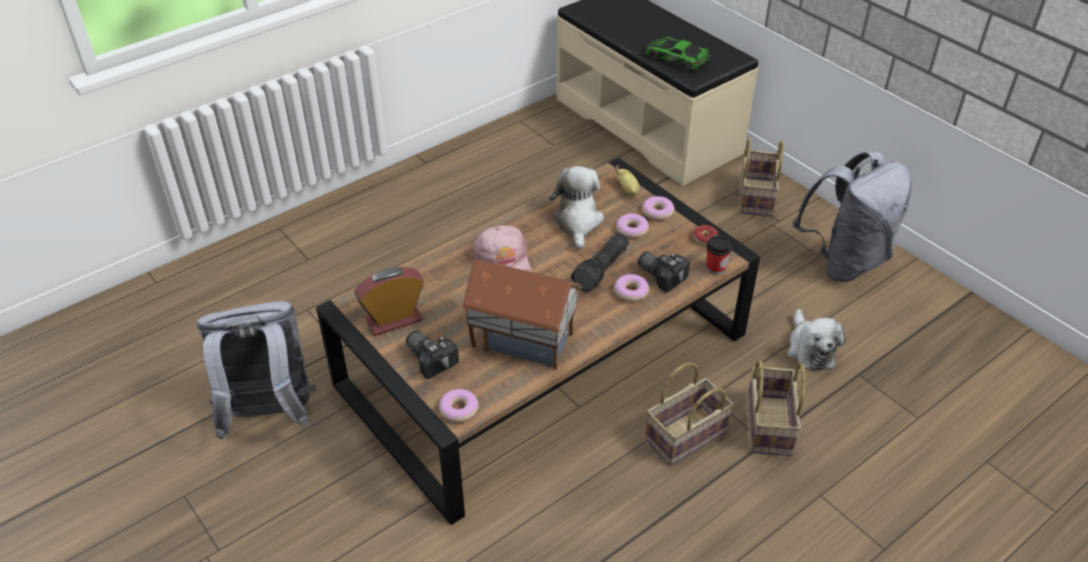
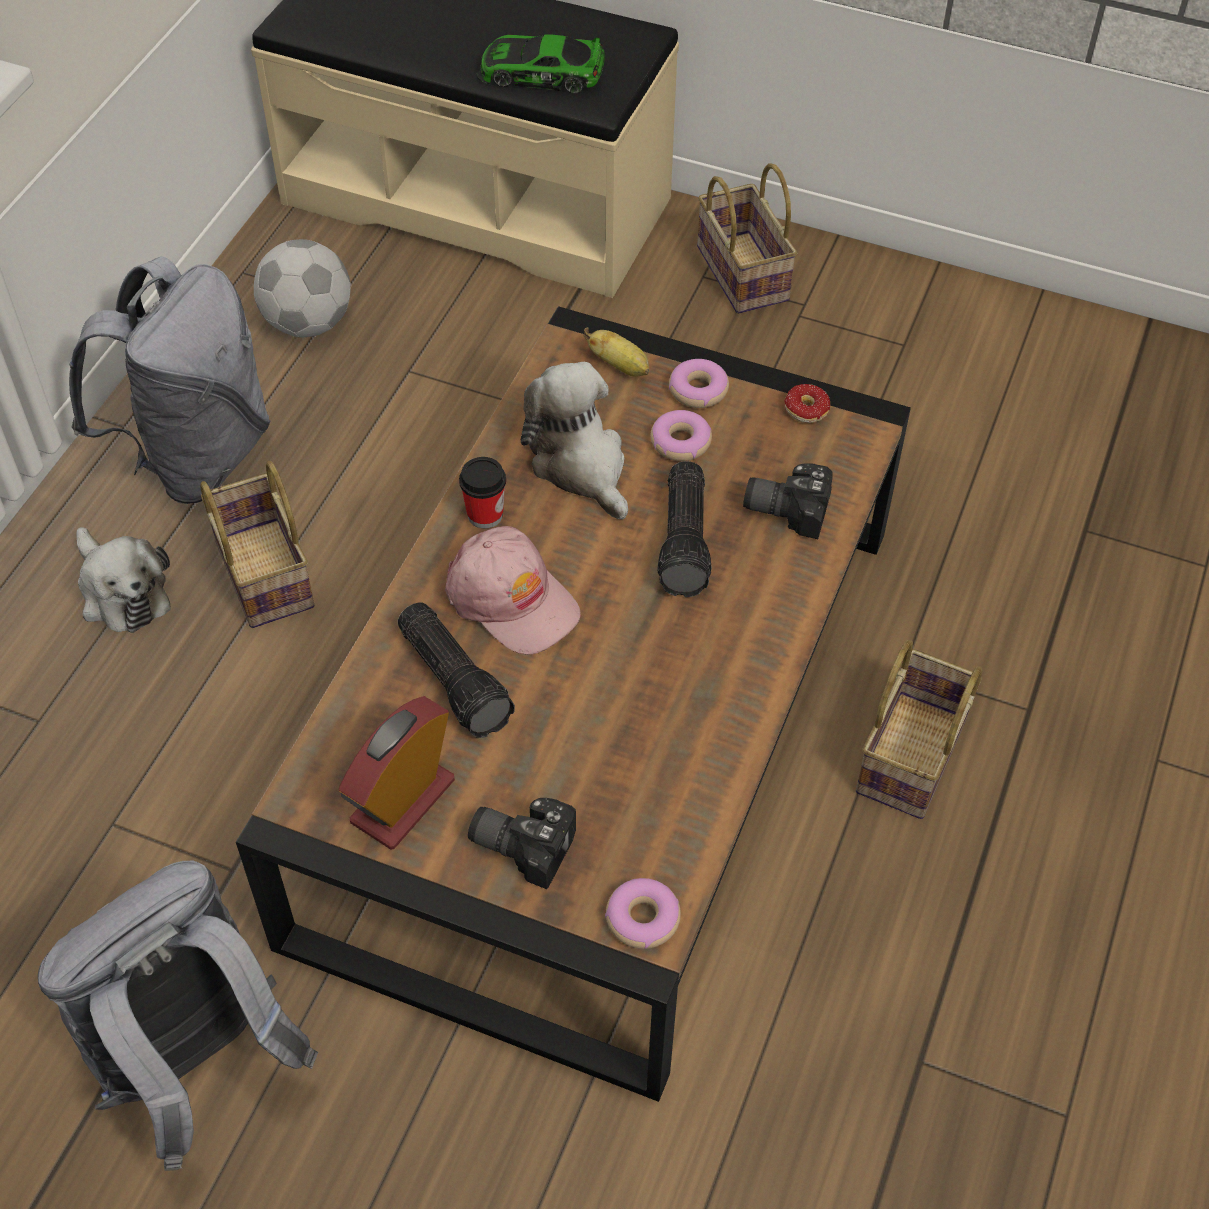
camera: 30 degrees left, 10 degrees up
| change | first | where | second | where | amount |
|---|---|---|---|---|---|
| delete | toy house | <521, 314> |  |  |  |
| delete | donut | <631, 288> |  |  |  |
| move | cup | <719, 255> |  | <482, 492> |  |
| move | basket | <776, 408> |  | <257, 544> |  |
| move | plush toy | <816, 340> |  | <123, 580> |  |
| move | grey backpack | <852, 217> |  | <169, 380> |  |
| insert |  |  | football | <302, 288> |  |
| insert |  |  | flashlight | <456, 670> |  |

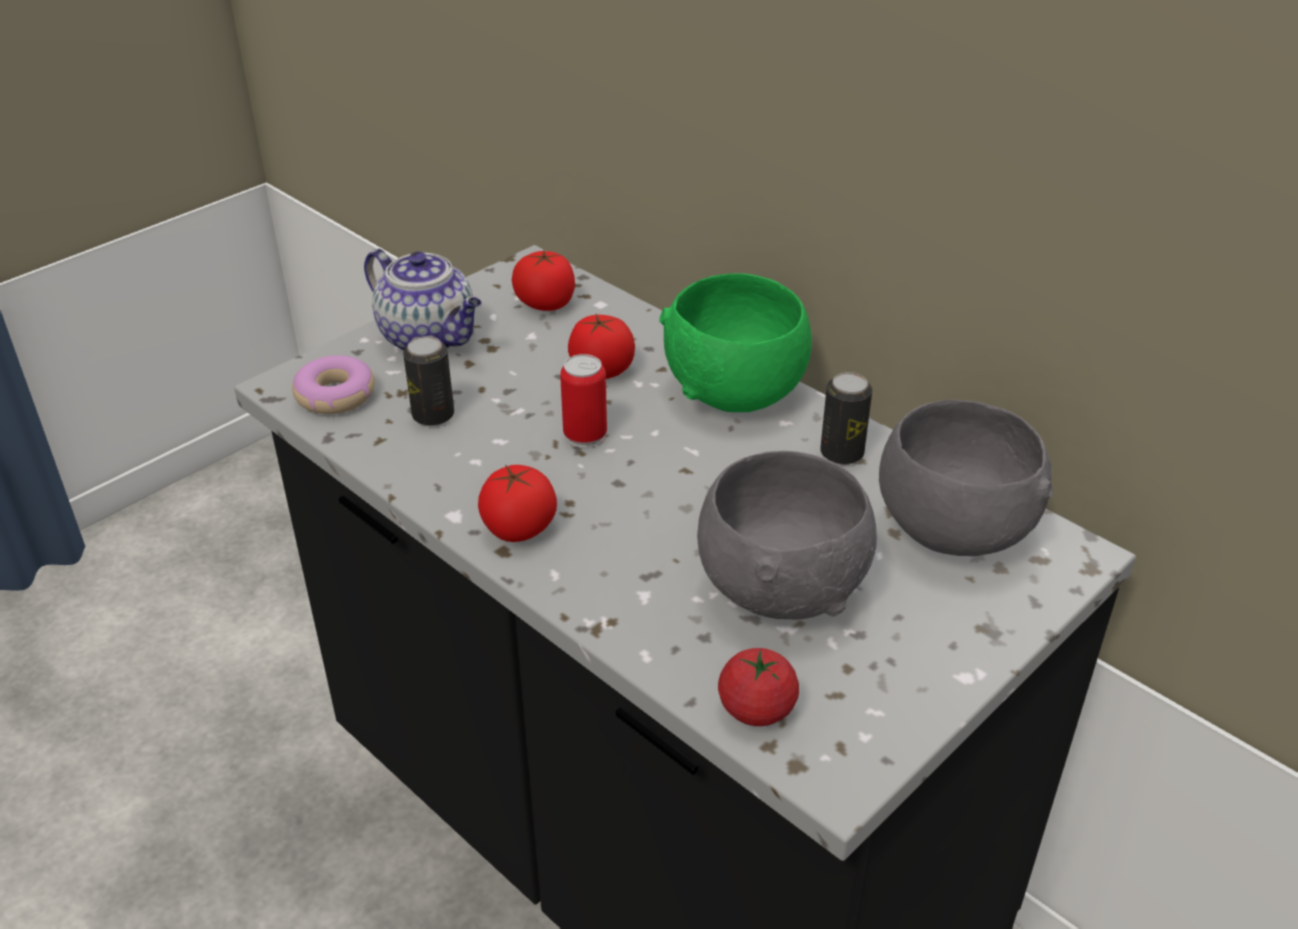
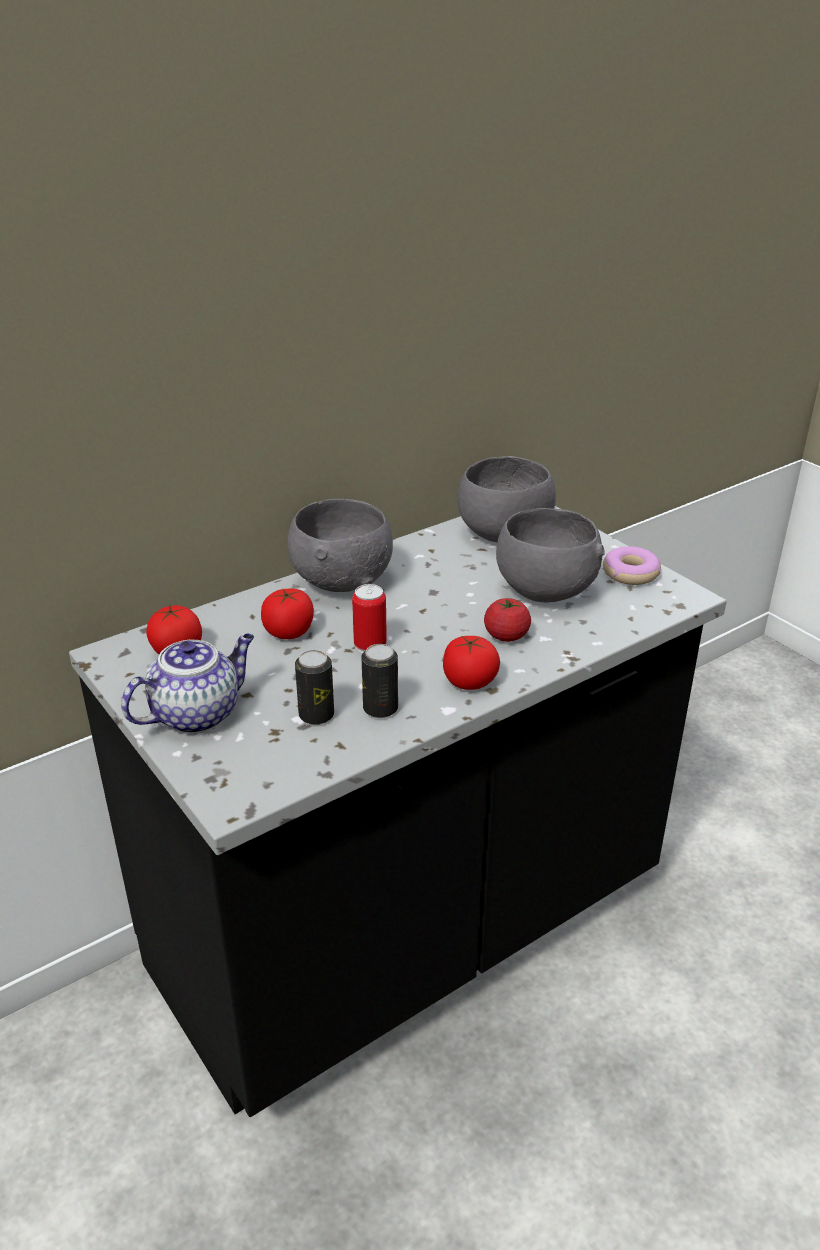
camera: 80 degrees left, 5 degrees down
| change | first | where | second | where | amount |
|---|---|---|---|---|---|
| move | donut | <333, 384> |  | <632, 565> |  |
| recolor | green bowl | <735, 342> | grey bowl | <340, 545> |  |
| move | tomato | <758, 687> |  | <507, 620> |  |
| move | can | <846, 418> |  | <380, 681> |  |

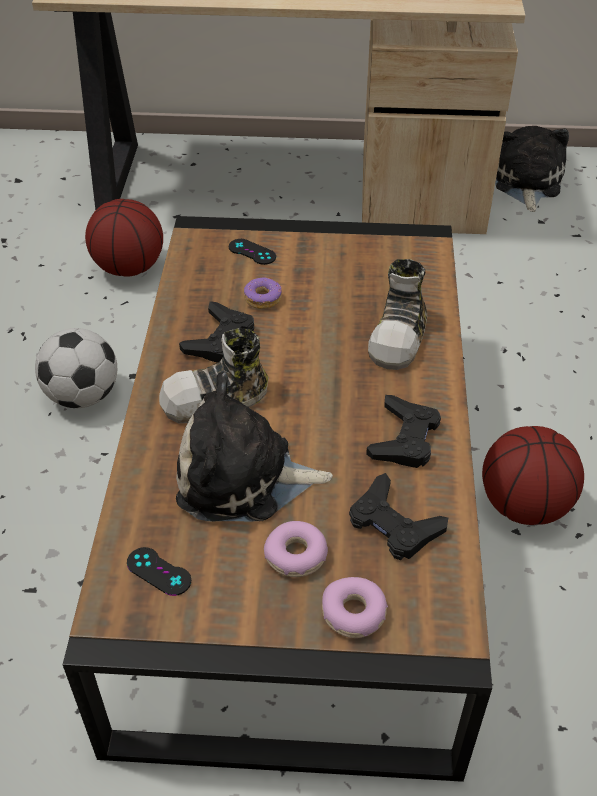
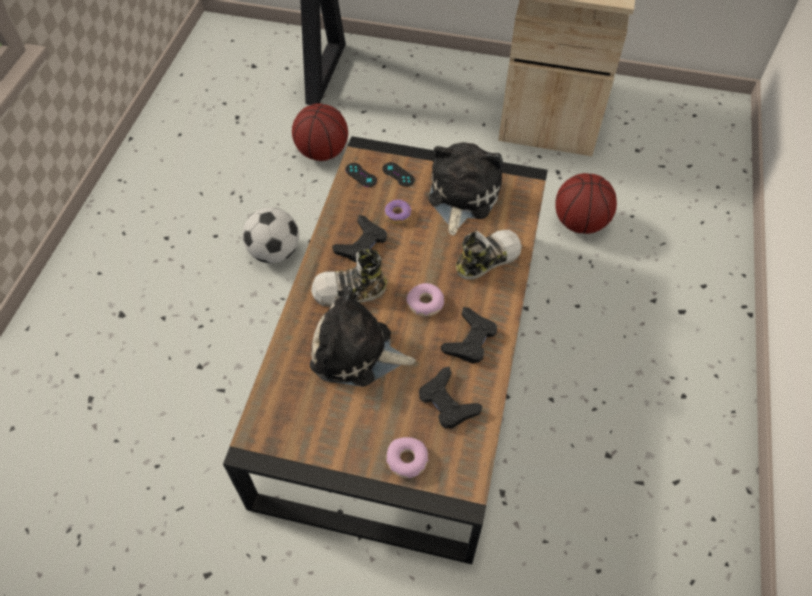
camera: 10 degrees right, 10 degrees up
| change | first | where | second | where | amount |
|---|---|---|---|---|---|
| move | black game controller | <159, 571> |  | <361, 175> |  |
| move | donut | <296, 549> |  | <425, 299> |  |
| rotate | shoe | <397, 314> |  | <489, 255> | 150 degrees counterclockwise |
| move | basketball | <533, 475> |  | <586, 203> |  |
| move | plush toy | <532, 169> |  | <465, 188> |  |

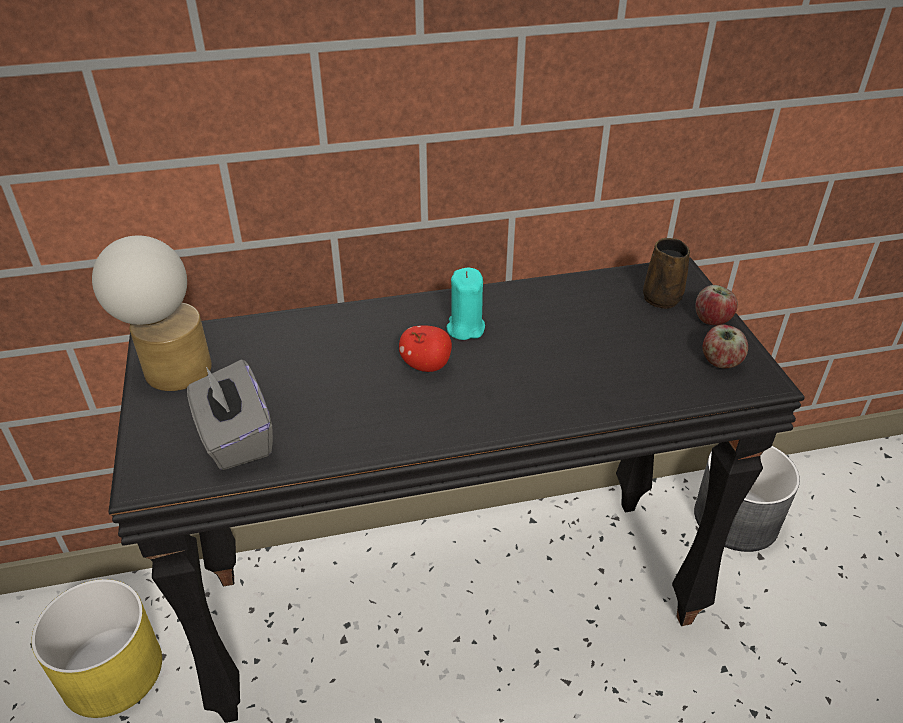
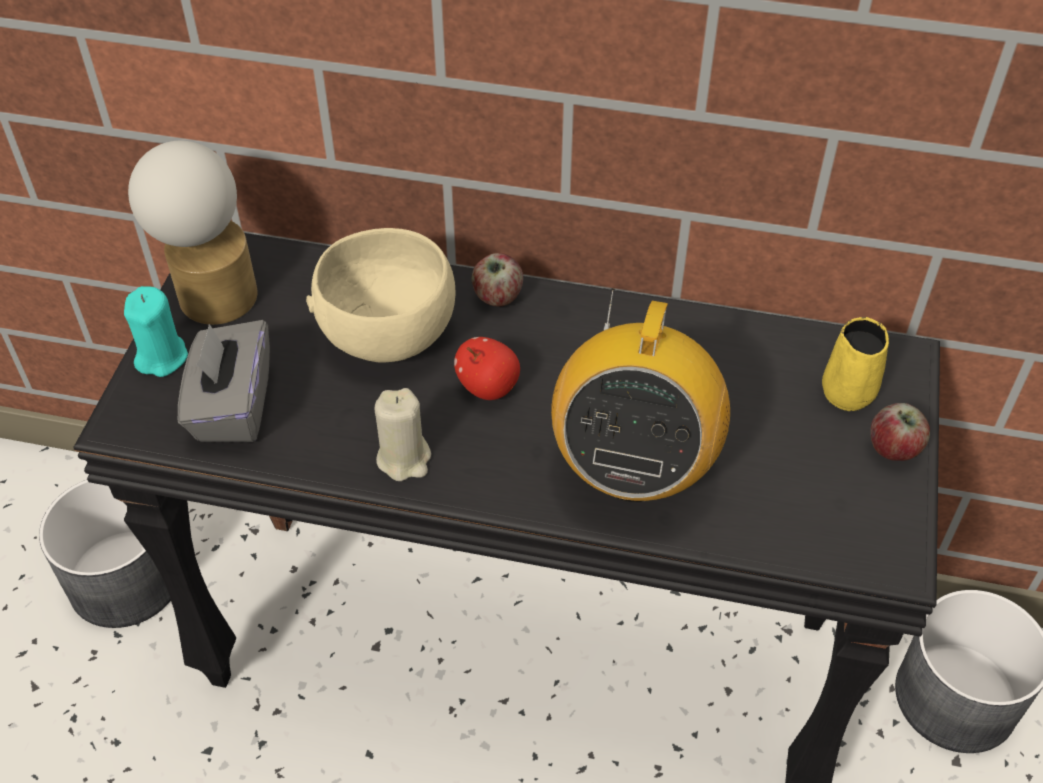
camera: 25 degrees right, 10 degrees up
| change | first | where | second | where | amount |
|---|---|---|---|---|---|
| recolor | yellow planter | <96, 648> | grey planter | <105, 554> |  |
| move | turquoise candle | <465, 304> |  | <156, 331> |  |
| recolor | brown mug | <666, 273> | yellow mug | <855, 364> |  |
| move | apple | <725, 346> |  | <497, 280> |  |
| insert |  |  | beige bowl | <380, 295> |  |
| insert |  |  | beige candle | <403, 434> |  |
| insert |  |  | radio | <640, 395> |  |

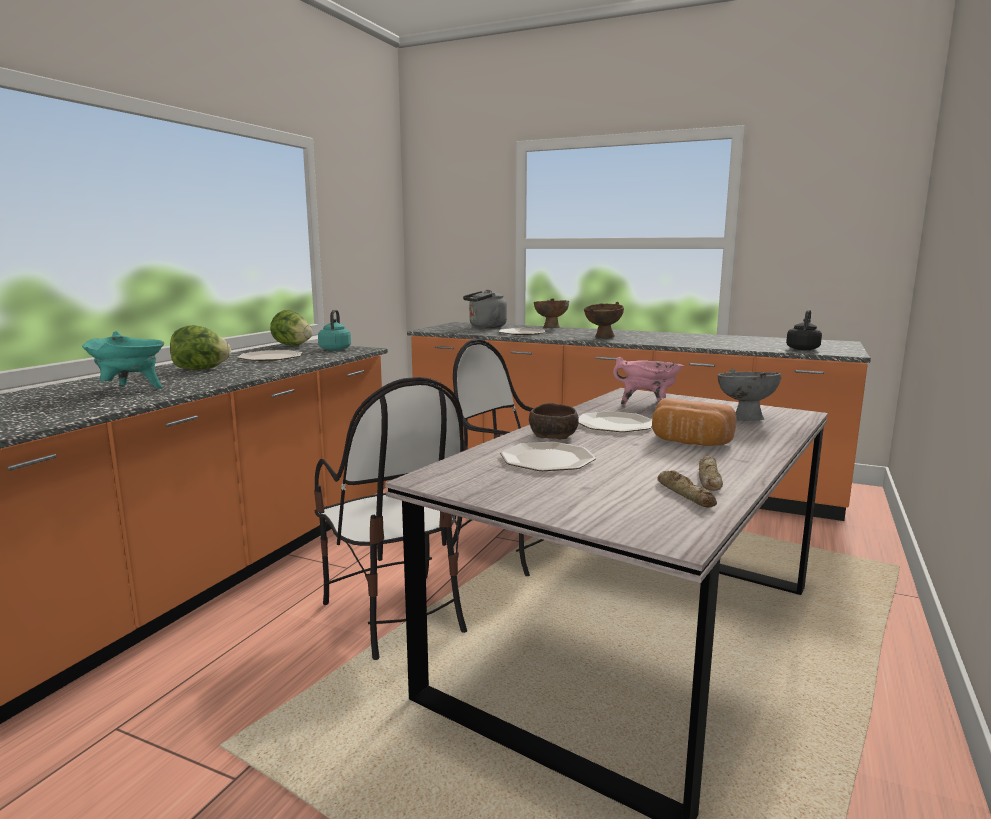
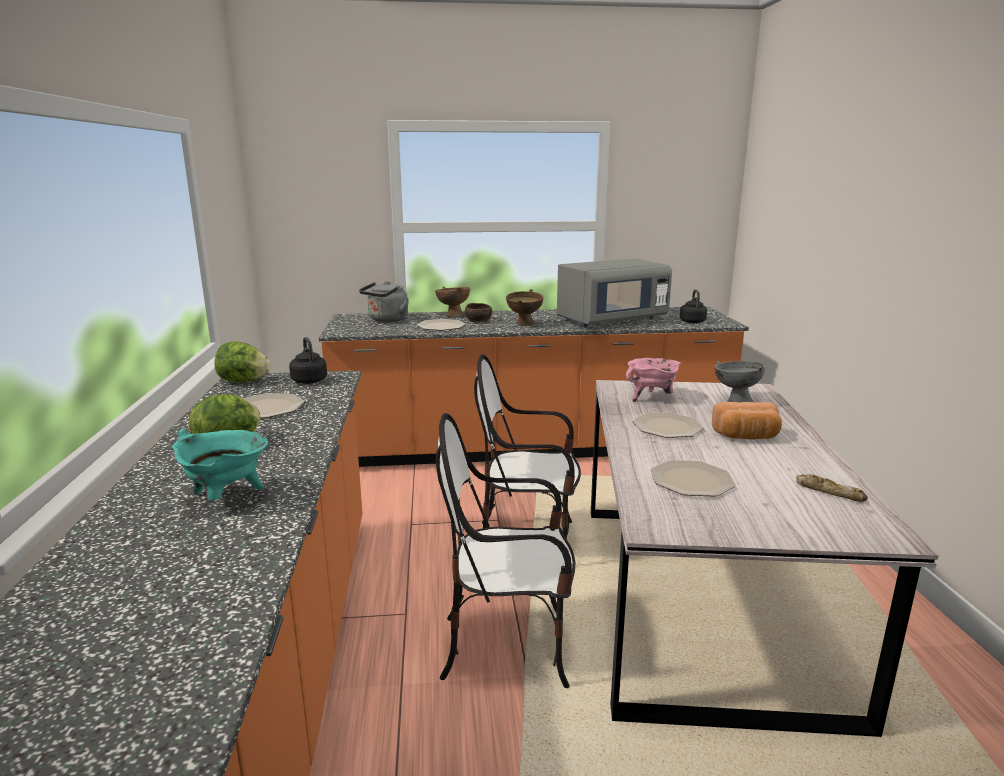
camera: 30 degrees left, 5 degrees up
| change | first | where | second | where | amount |
|---|---|---|---|---|---|
| rotate | chair | <390, 518> |  | <506, 550> | 150 degrees clockwise |
| recolor | turquoise kettle | <334, 330> | black kettle | <308, 360> |  |
| move | brown bowl | <554, 421> |  | <478, 312> |  |
| delete | bread | <711, 473> |  |  |  |
| insert |  |  | grey microwave | <614, 293> |  |

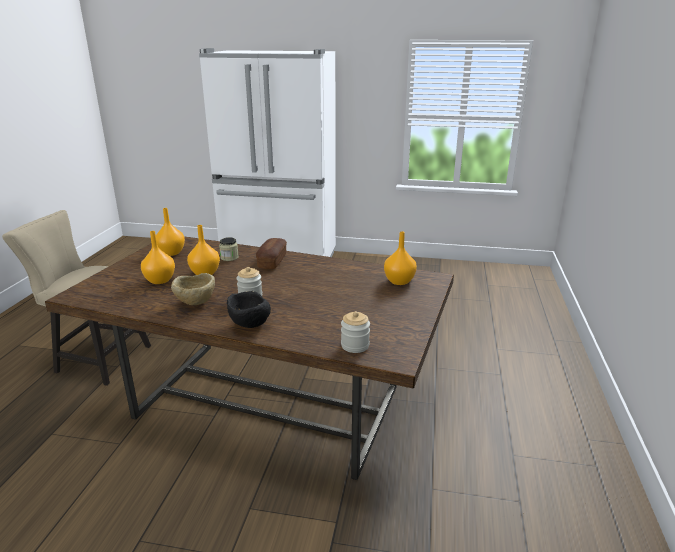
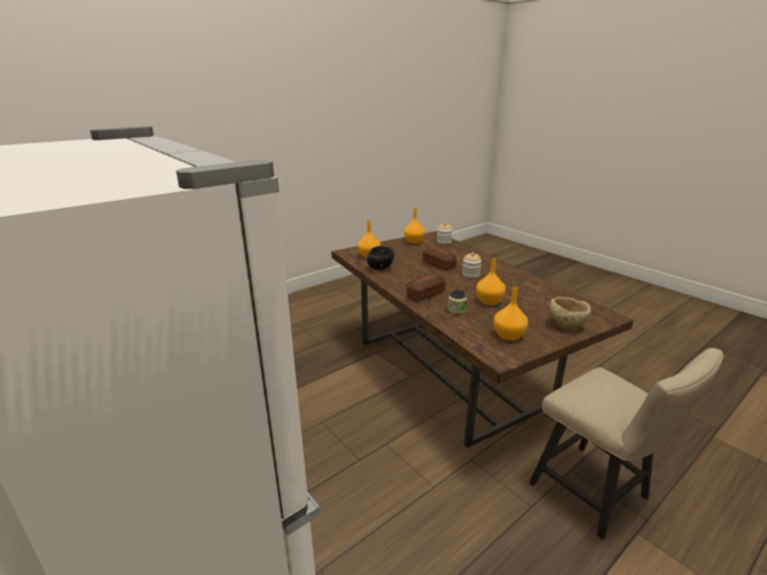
camera: 140 degrees left, 0 degrees up
| change | first | where | second | where | amount |
|---|---|---|---|---|---|
| move | orange vase | <158, 257> |  | <414, 226> |  |
| move | beige bowl | <193, 289> |  | <570, 313> |  |
| move | black bowl | <249, 309> |  | <380, 258> |  |
| insert |  |  | bread | <440, 258> |  |

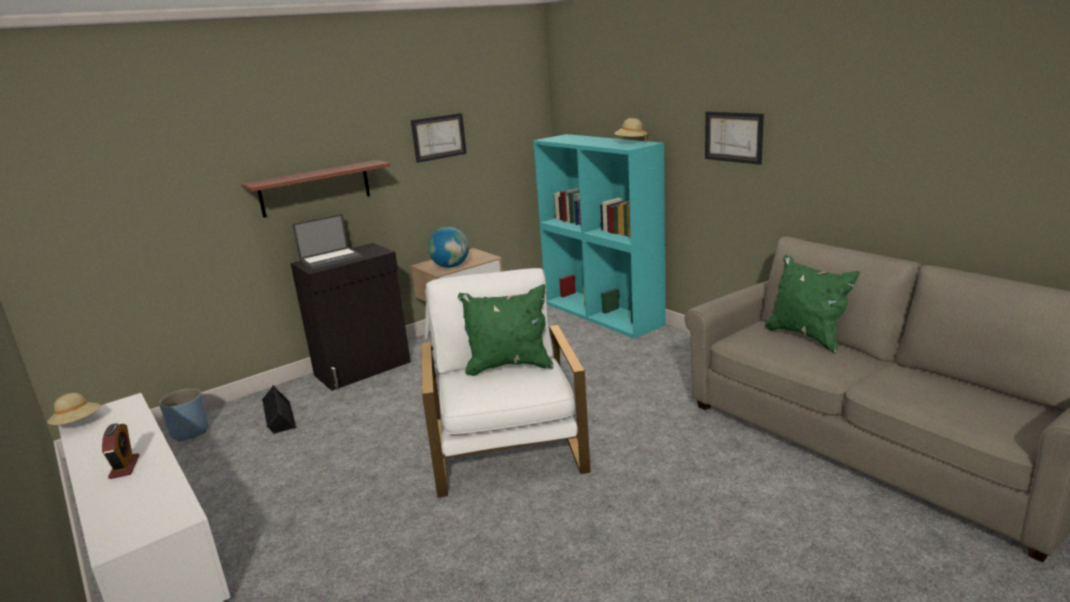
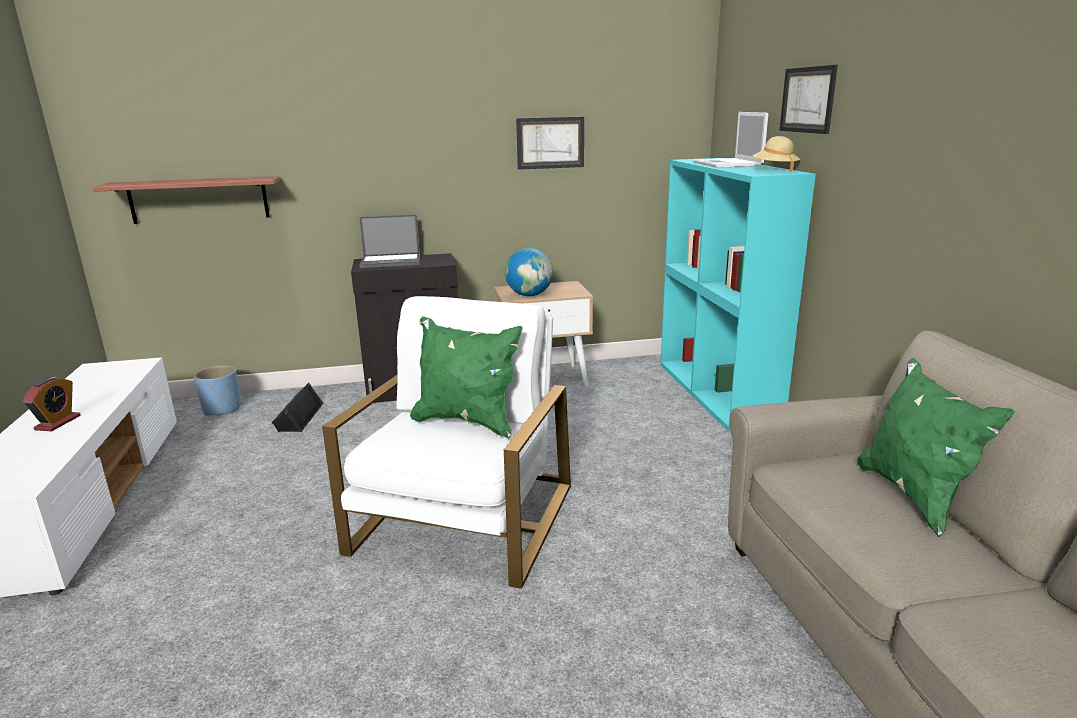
camera: 25 degrees right, 0 degrees up
| change | first | where | second | where | amount |
|---|---|---|---|---|---|
| delete | beige hat | <73, 409> |  |  |  |
| move | shelf | <315, 189> |  | <186, 200> |  |
| move | picture | <734, 138> |  | <809, 99> |  |
| insert |  |  | laptop | <730, 140> |  |

